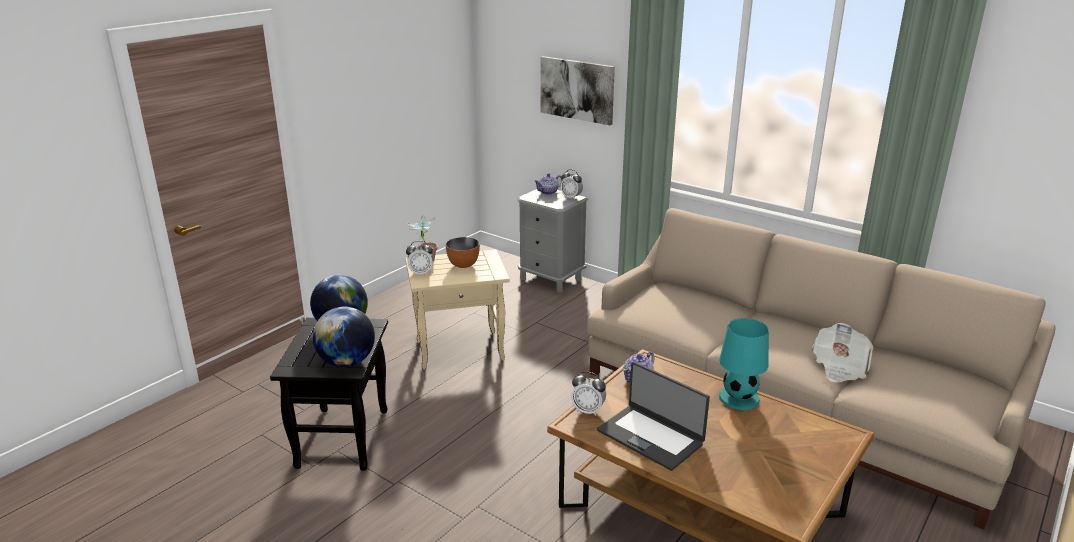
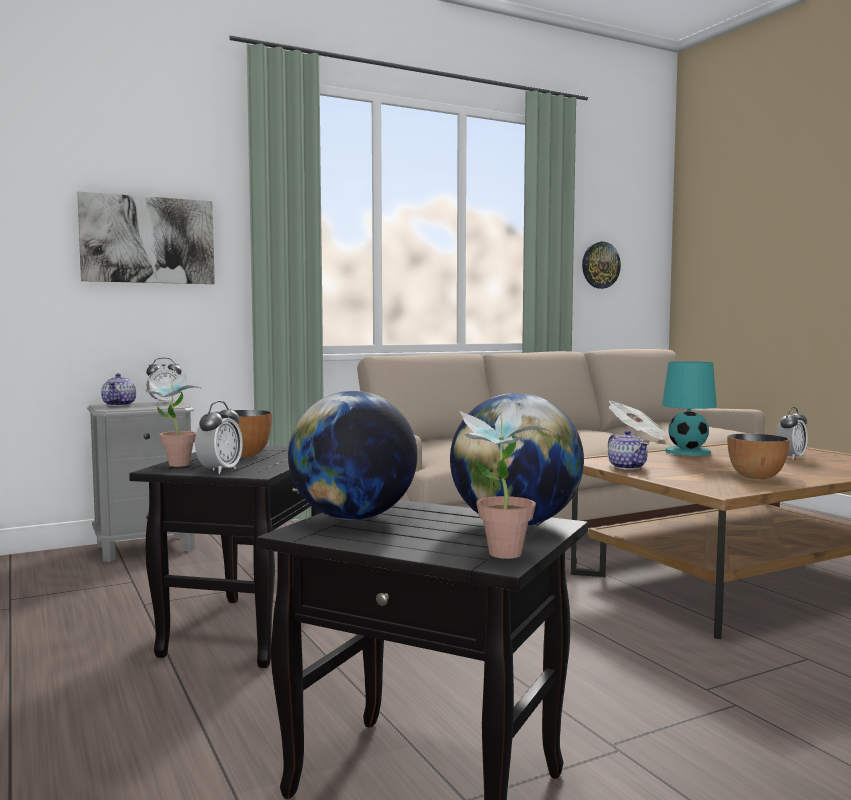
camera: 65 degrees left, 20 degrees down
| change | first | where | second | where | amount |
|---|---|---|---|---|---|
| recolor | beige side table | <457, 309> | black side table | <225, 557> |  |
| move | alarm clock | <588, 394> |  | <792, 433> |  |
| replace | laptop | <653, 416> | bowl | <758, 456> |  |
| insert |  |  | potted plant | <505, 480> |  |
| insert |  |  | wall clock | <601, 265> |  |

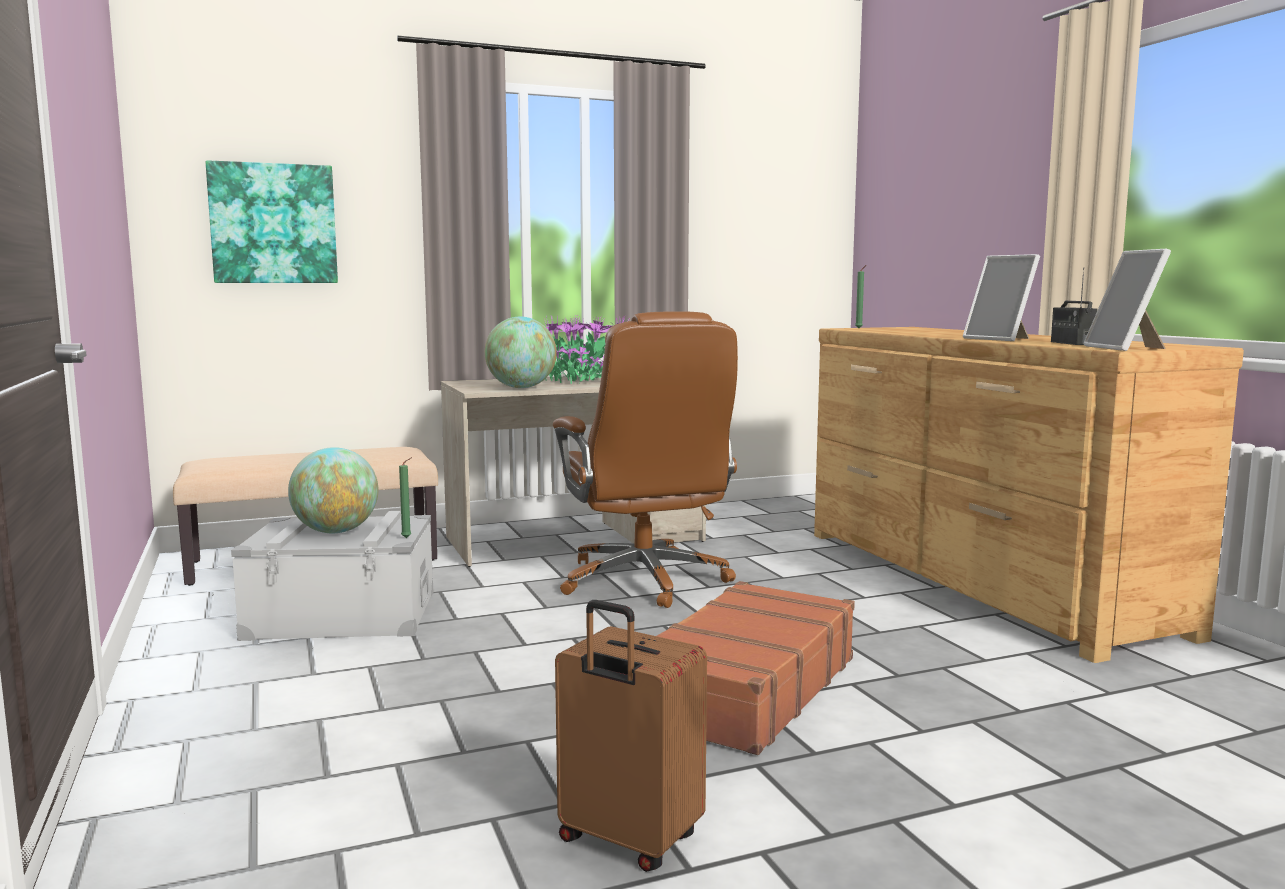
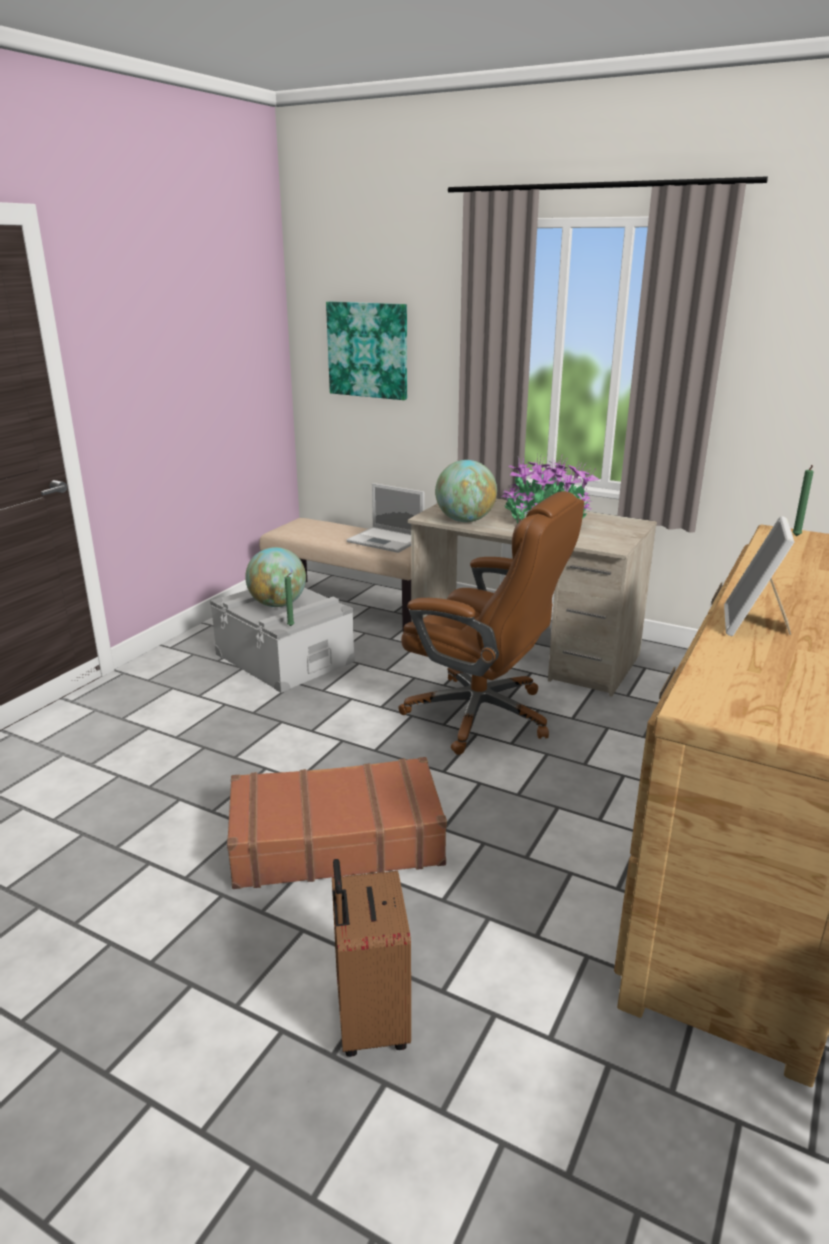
camera: 50 degrees right, 15 degrees up
| change | first | where | second | where | amount |
|---|---|---|---|---|---|
| rotate | brown office chair | <645, 459> |  | <491, 623> | 90 degrees counterclockwise |
| move | brown suitcase | <631, 736> |  | <371, 958> |  |
| delete | radio | <1074, 306> |  |  |  |
| delete | picture frame | <1127, 300> |  |  |  |
| insert |  |  | laptop | <386, 518> |  |

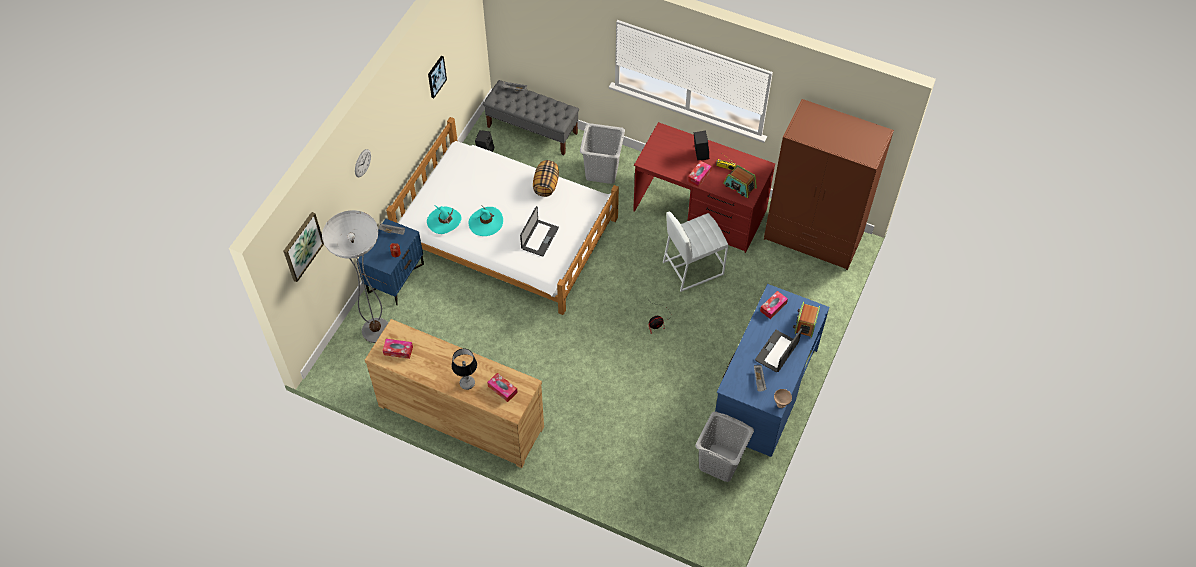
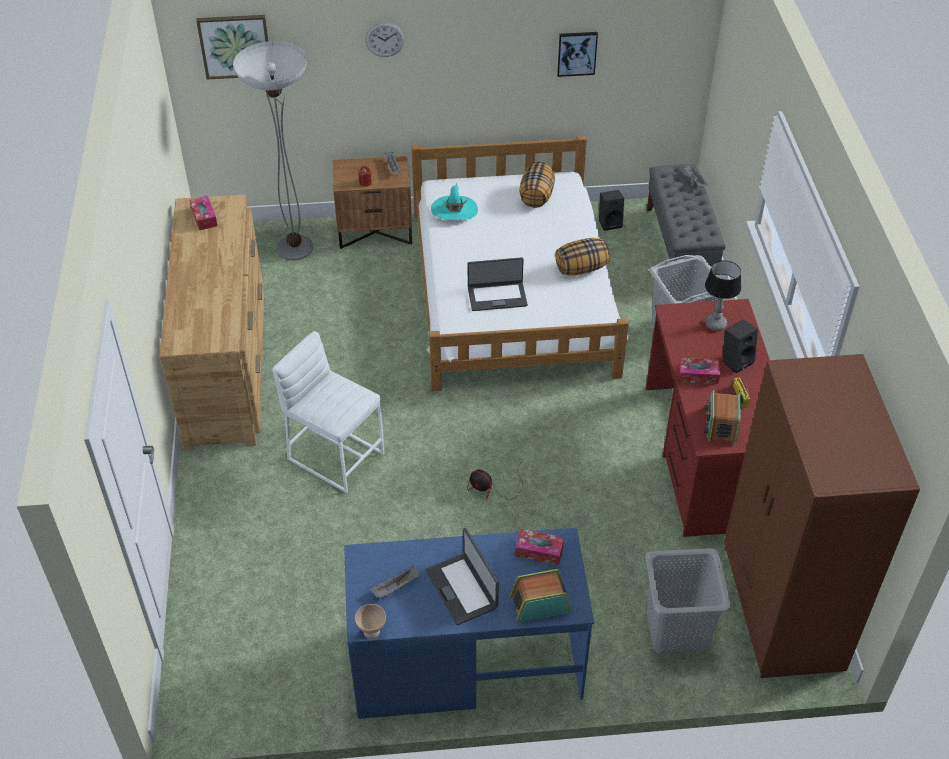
camera: 60 degrees right, 10 degrees down
| change | first | where | second | where | amount |
|---|---|---|---|---|---|
| recolor | blue nightstand | <390, 262> | brown nightstand | <372, 202> |  |
| move | table lamp | <464, 369> |  | <723, 295> |  |
| delete | turquoise hat | <486, 221> |  |  |  |
| delete | tissue box | <502, 387> |  |  |  |
| move | white stool | <695, 251> |  | <329, 412> |  |
| move | grey laundry basket | <724, 446> |  | <688, 601> |  |
| rotate | laptop | <778, 350> |  | <462, 576> | 120 degrees counterclockwise |
| insert |  |  | pillow | <537, 184> |  |

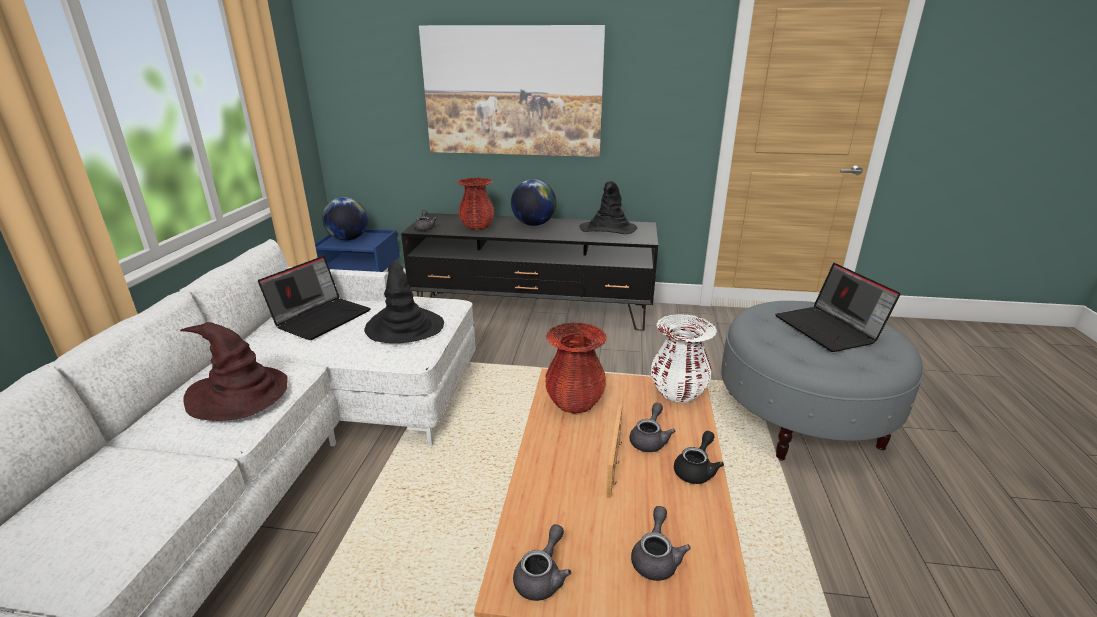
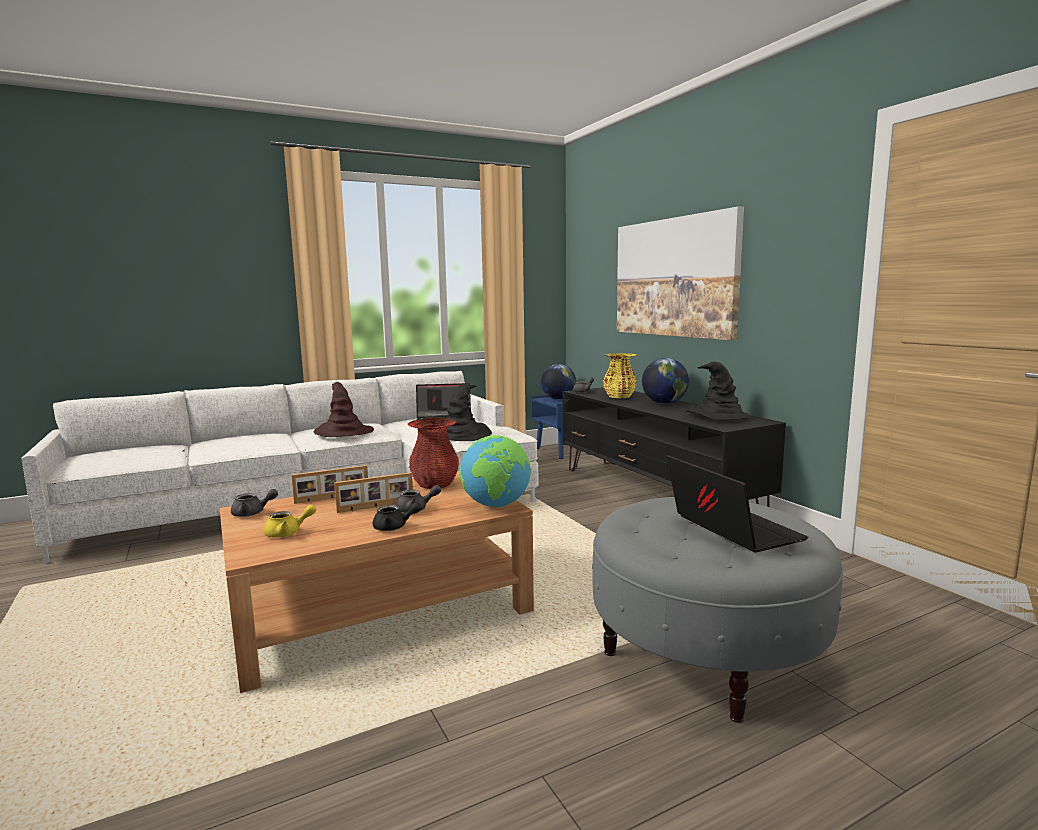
camera: 55 degrees right, 15 degrees down
| change | first | where | second | where | amount |
|---|---|---|---|---|---|
| recolor | red vase | <476, 204> | yellow vase | <620, 375> |  |
| recolor | grey teapot | <661, 543> | yellow teapot | <290, 521> |  |
| replace | white vase | <684, 358> | globe | <495, 471> |  |
| rotate | laptop | <837, 307> |  | <738, 503> | 120 degrees clockwise |
| insert |  |  | picture frame | <329, 484> |  |

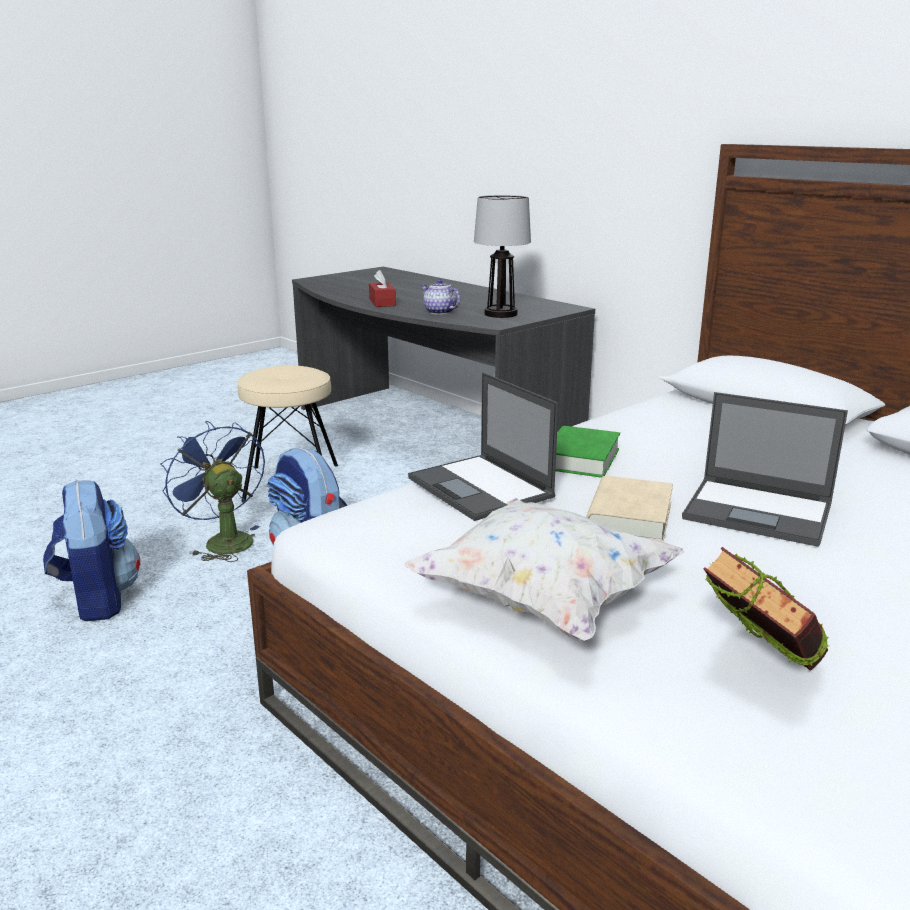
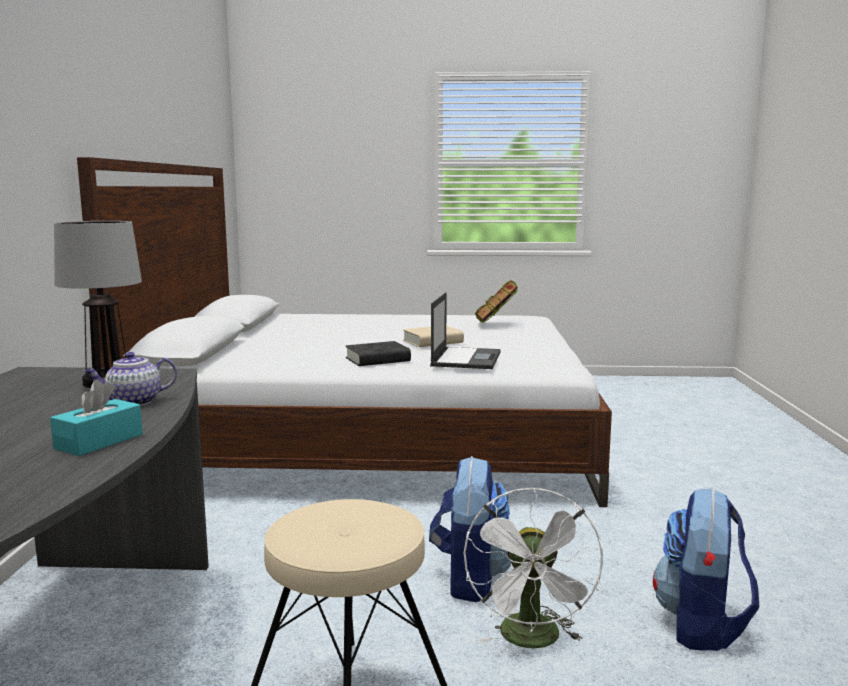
camera: 135 degrees left, 10 degrees down
| change | first | where | second | where | amount |
|---|---|---|---|---|---|
| recolor | blue fan | <212, 491> | white fan | <533, 567> |  |
| recolor | red tissue box | <382, 288> | turquoise tissue box | <96, 418> |  |
| delete | white pillow | <545, 570> |  |  |  |
| rotate | teapot | <440, 297> |  | <130, 379> | 60 degrees clockwise |
| recolor | green book | <587, 452> | black book | <378, 353> |  |
| delete | laptop | <765, 469> |  |  |  |

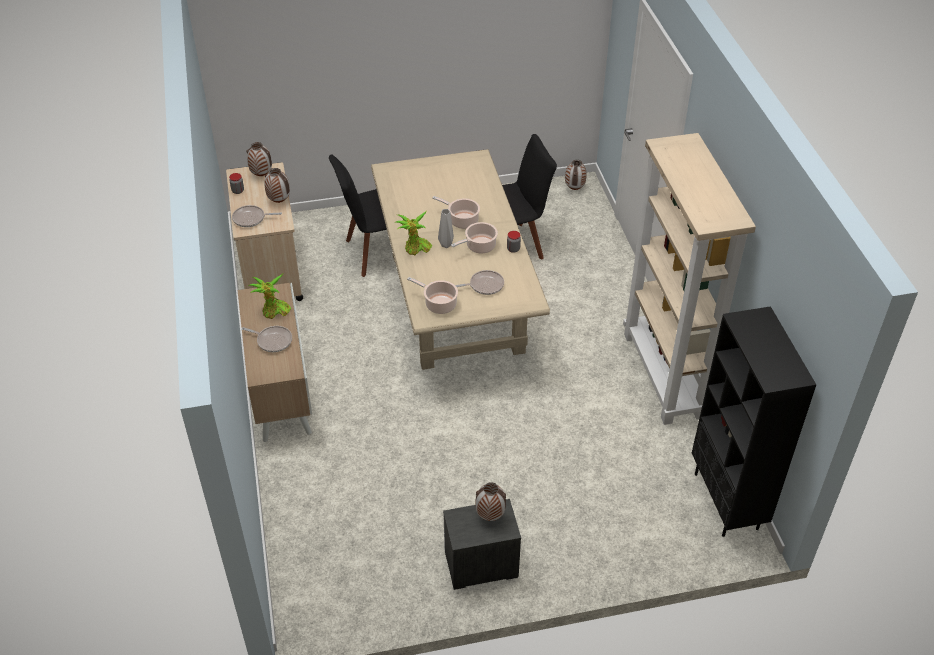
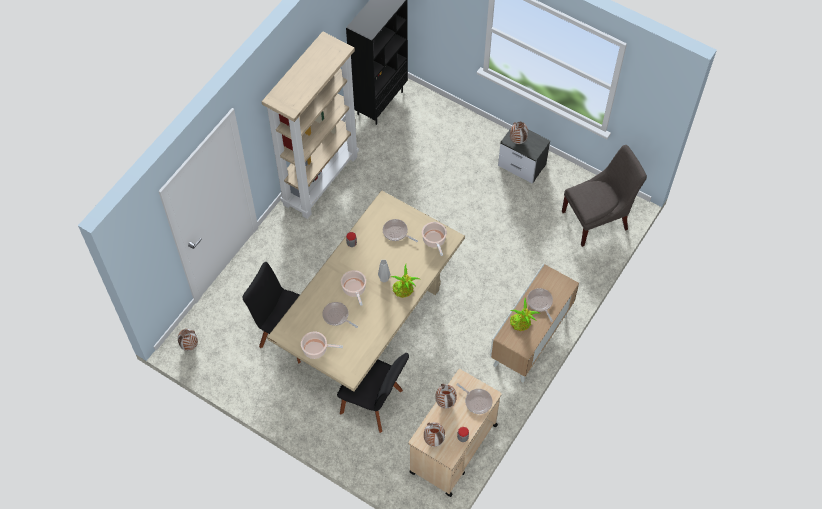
camera: 135 degrees left, 15 degrees up
| change | first | where | second | where | amount |
|---|---|---|---|---|---|
| move | cooking pot | <474, 238> |  | <322, 345> |  |
| insert |  |  | frying pan | <340, 315> |  |
| insert |  |  | grey chair | <604, 196> |  |

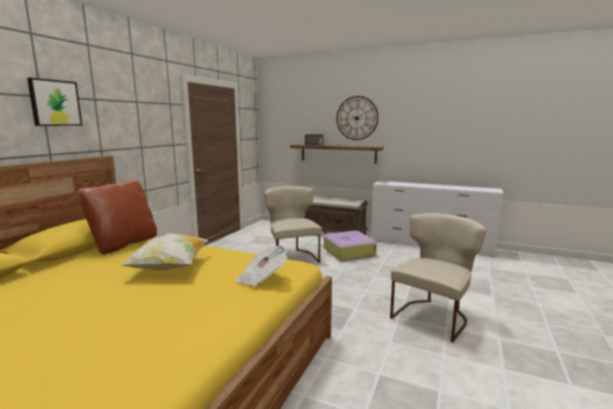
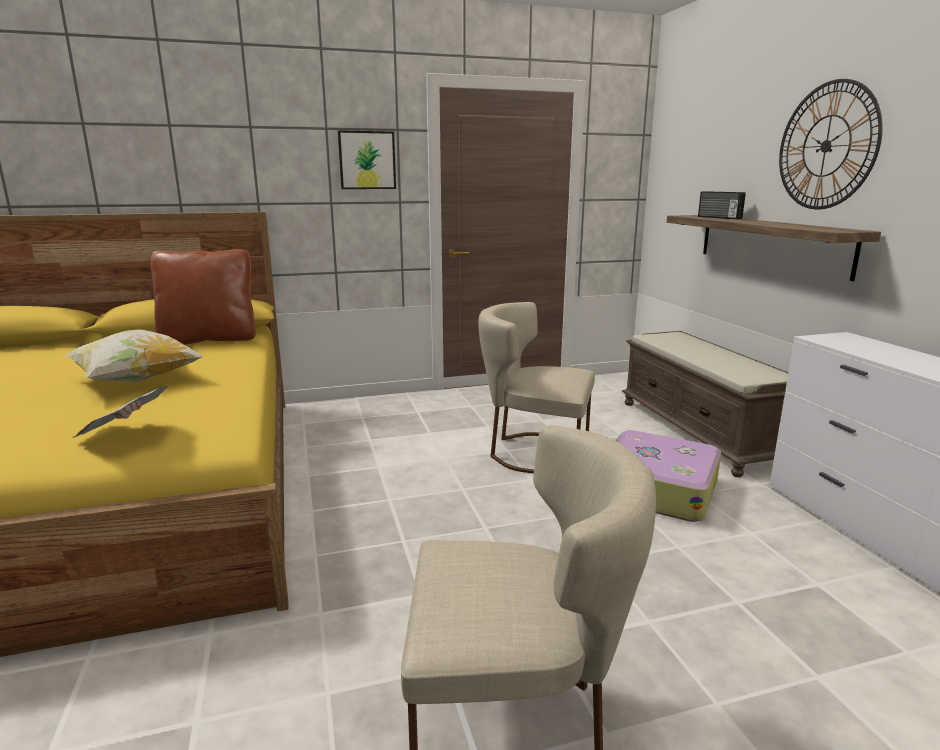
camera: 50 degrees right, 5 degrees up
| change | first | where | second | where | amount |
|---|---|---|---|---|---|
| move | picture | <54, 102> |  | <367, 159> |  |
| rotate | beige chair | <293, 224> |  | <536, 388> | 105 degrees counterclockwise |

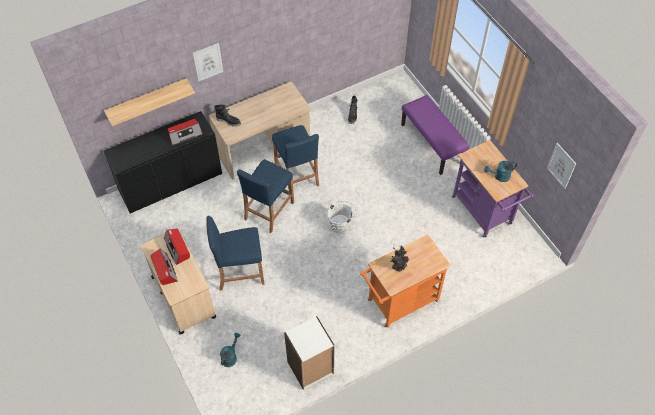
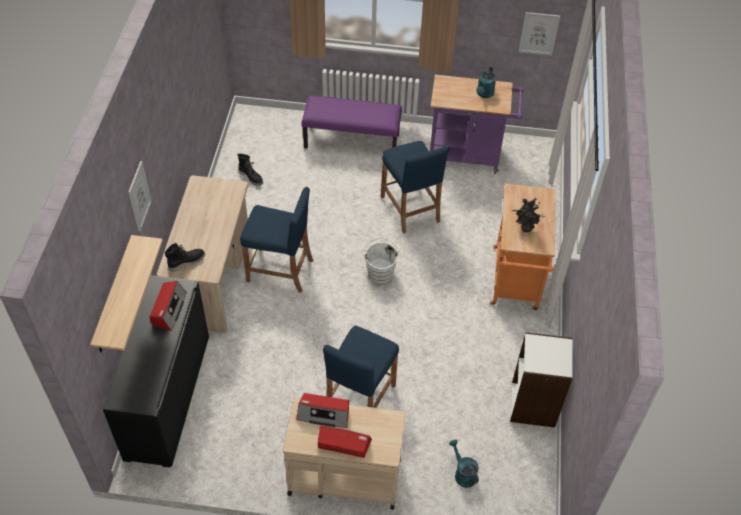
camera: 55 degrees left, 5 degrees down
| change | first | where | second | where | amount |
|---|---|---|---|---|---|
| move | blue stool | <265, 196> |  | <415, 187> |  |

